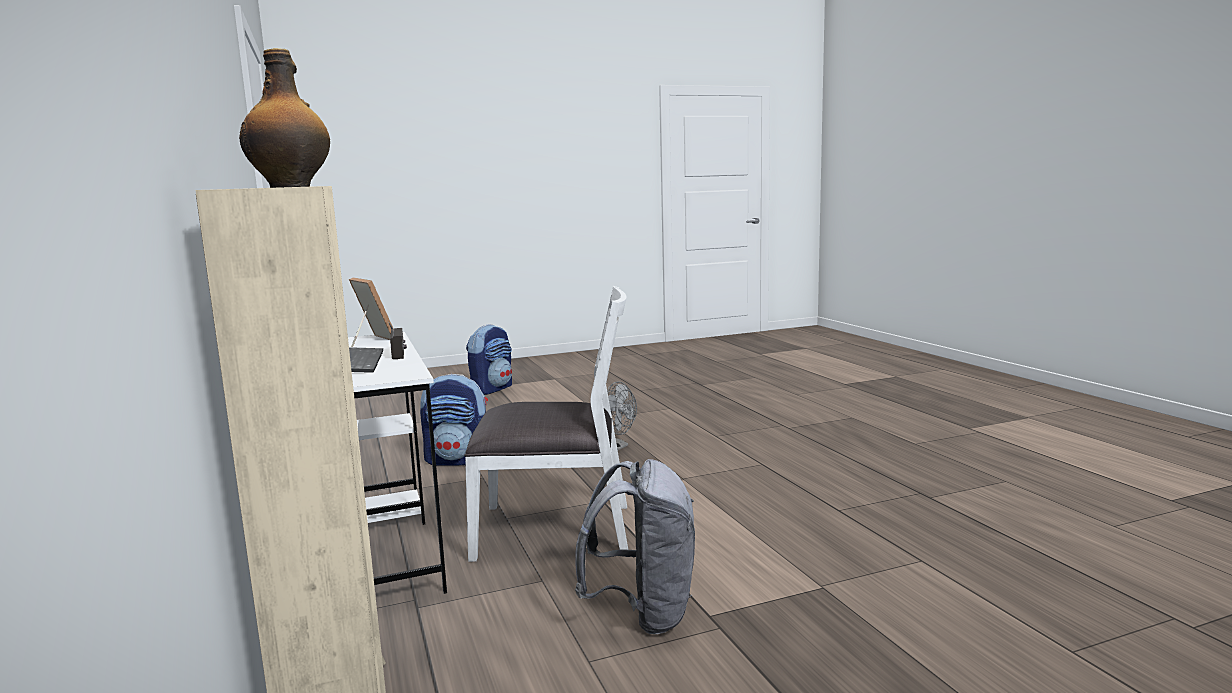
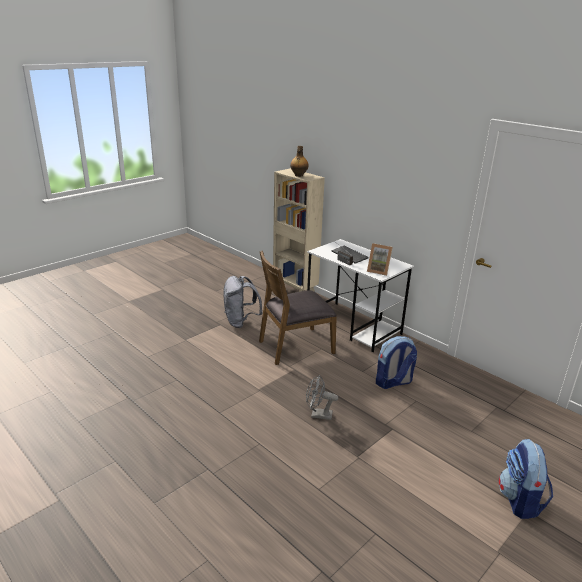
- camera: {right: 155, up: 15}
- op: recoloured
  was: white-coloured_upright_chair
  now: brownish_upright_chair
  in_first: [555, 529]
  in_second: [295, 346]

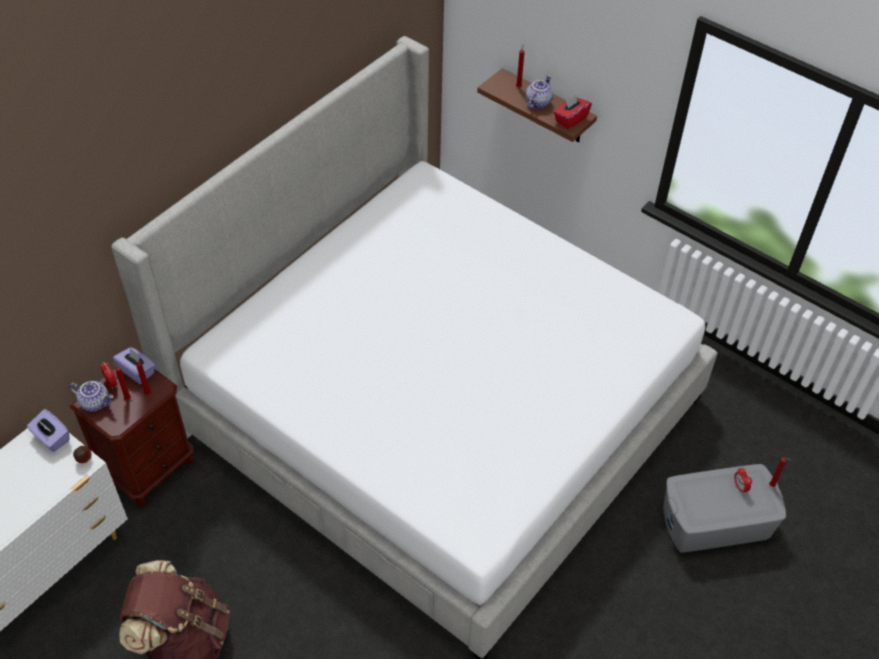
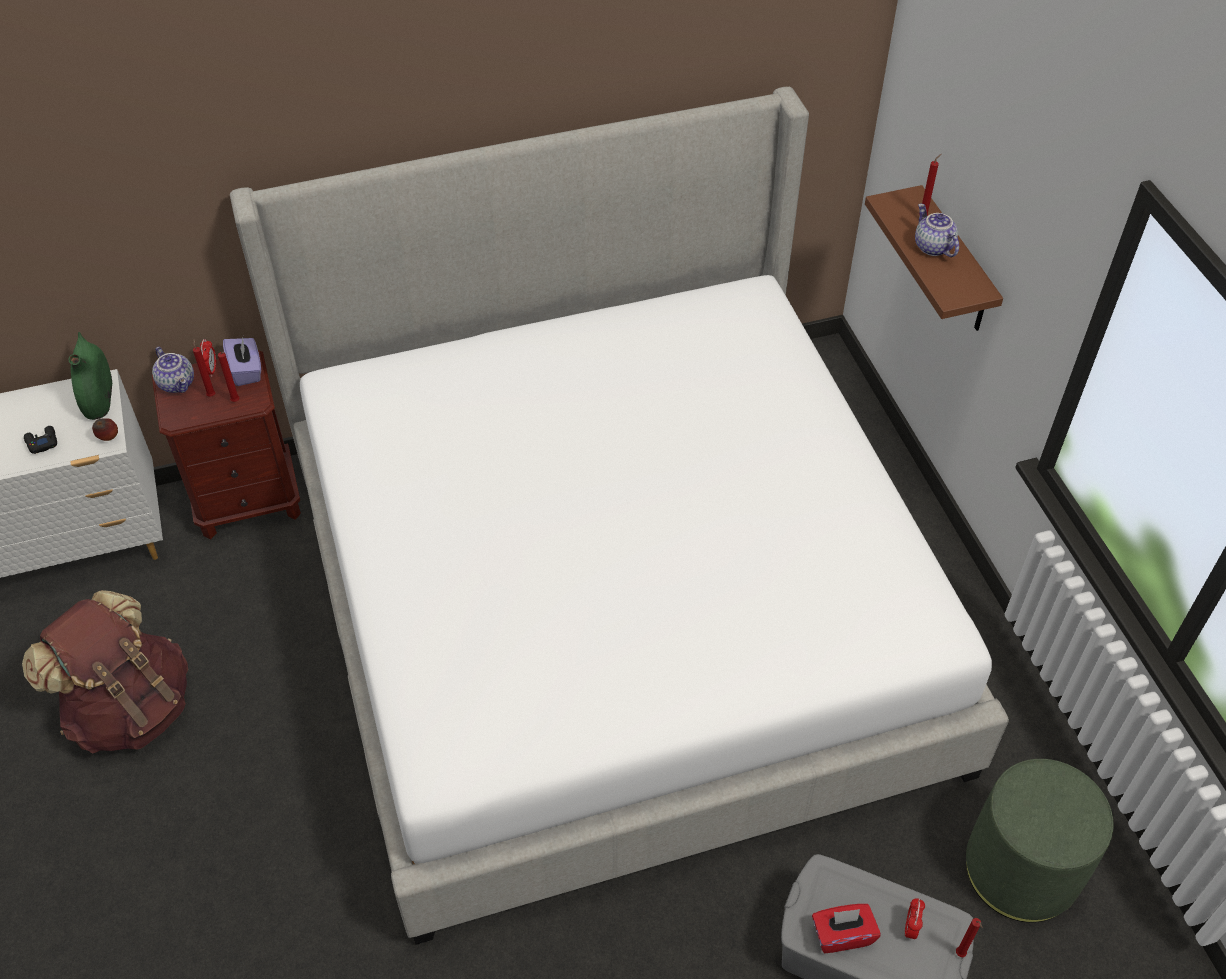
- camera: {right: 35, up: 0}
- op: added
  now: black_gamepad
  in_second: [42, 442]
- op: added
  now: green-coloured_pouffe
  in_second: [1021, 870]
- op: moved
  was: red_tissue_box
  in_first: [570, 119]
  in_second: [842, 935]
- op: replaced
  was: purple-coloured_tissue_box
  now: green-coloured_decorative_vase
  in_first: [51, 438]
  in_second: [99, 398]
- op: turned
  was: teapot
  in_first: [537, 102]
  in_second: [932, 247]
  clockwise: -90

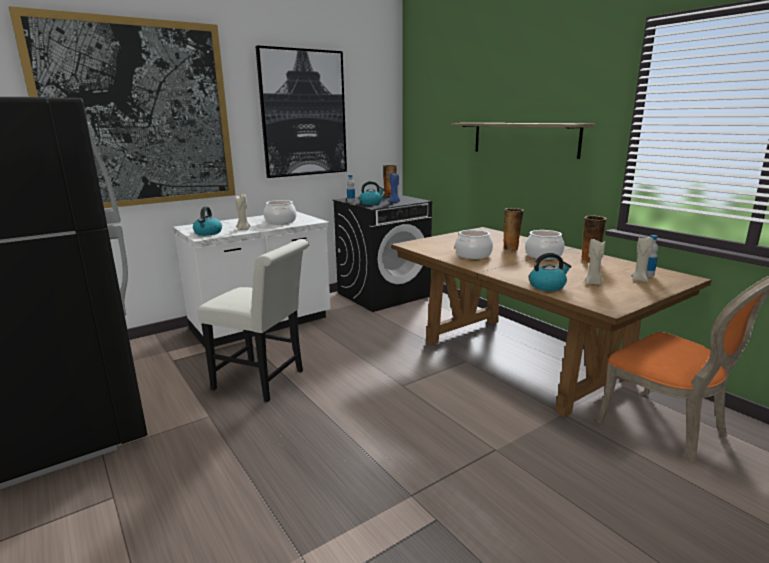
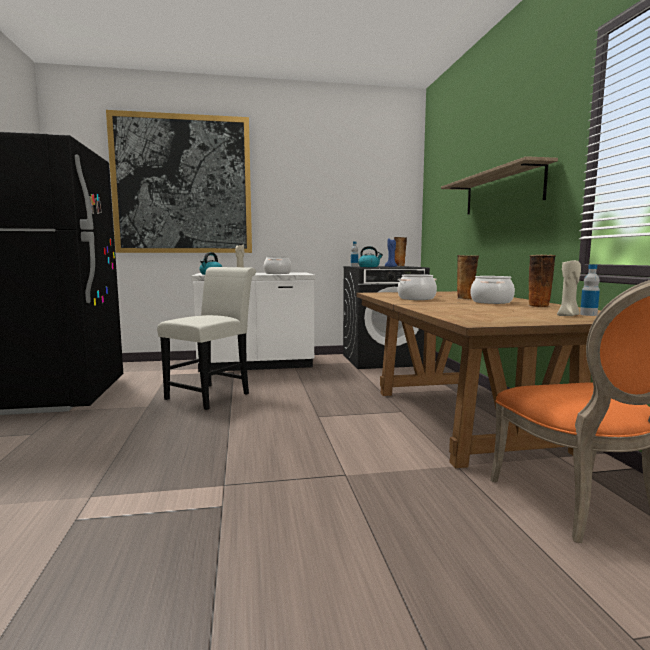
- camera: {right: 25, up: -10}
- op: removed
  was: wall_picture
  in_first: [303, 114]
- op: removed
  was: kettle
  in_first: [547, 286]
- op: removed
  was: sand-coloured_wax_candle
  in_first: [593, 283]
- op: turned
  was: white-coloured_upright_chair
  in_first: [264, 381]
  in_second: [212, 395]
  clockwise: -105

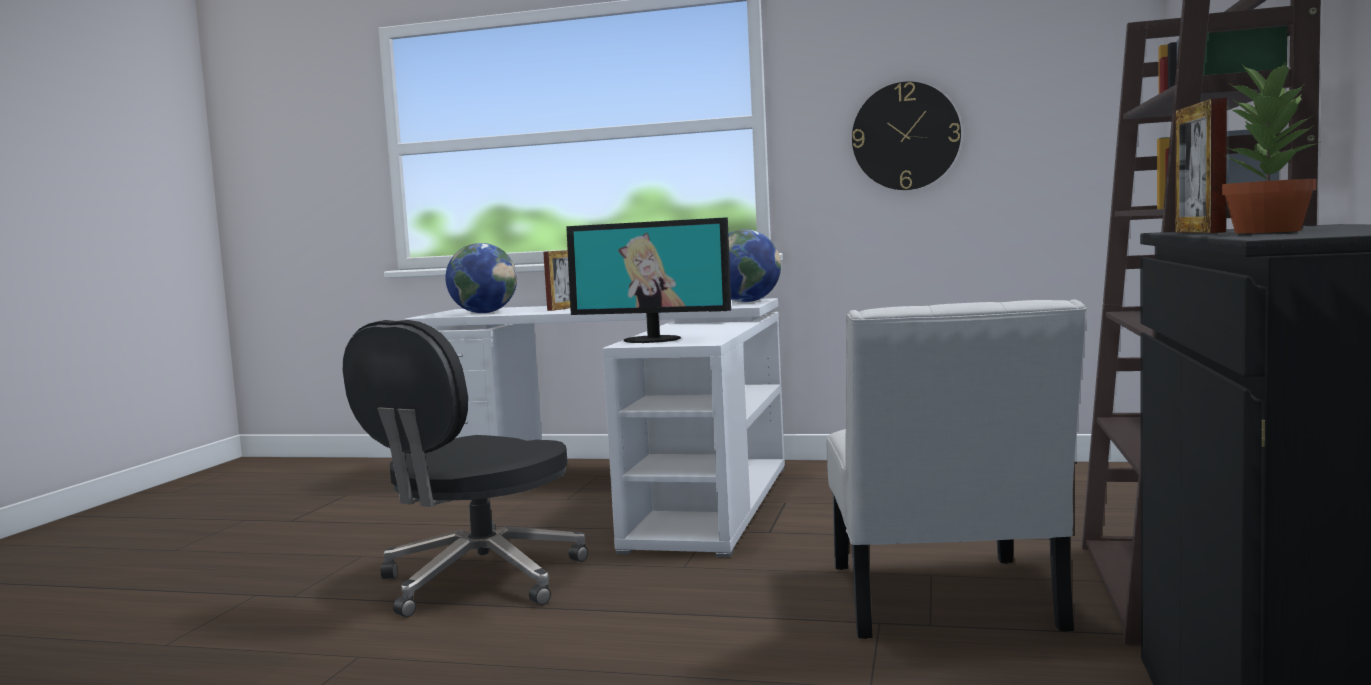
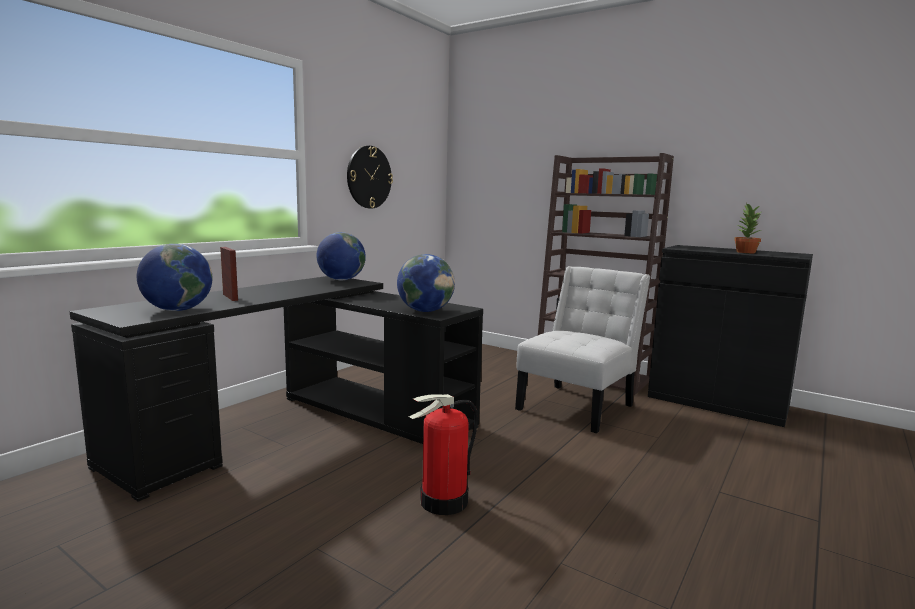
- camera: {right: -70, up: 5}
- op: removed
  was: photo_frame
  in_first: [1199, 232]
- op: replaced
  was: black_desk_chair
  now: fire-fighting_cylinder
  in_first: [478, 581]
  in_second: [444, 502]
- op: replaced
  was: computer_display
  now: globe
  in_first: [652, 339]
  in_second: [425, 311]
- op: recoloured
  was: white-coloured_desk_table
  now: black_desk_table
  in_first: [628, 491]
  in_second: [305, 426]
- op: turned
  was: white-coloured_upright_chair
  in_first: [944, 603]
  in_second: [578, 406]
  clockwise: -75

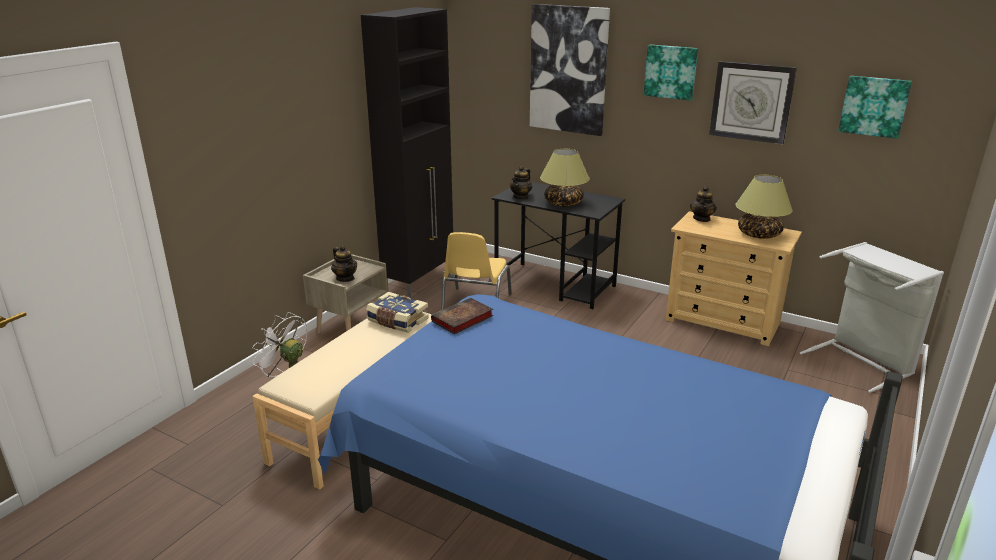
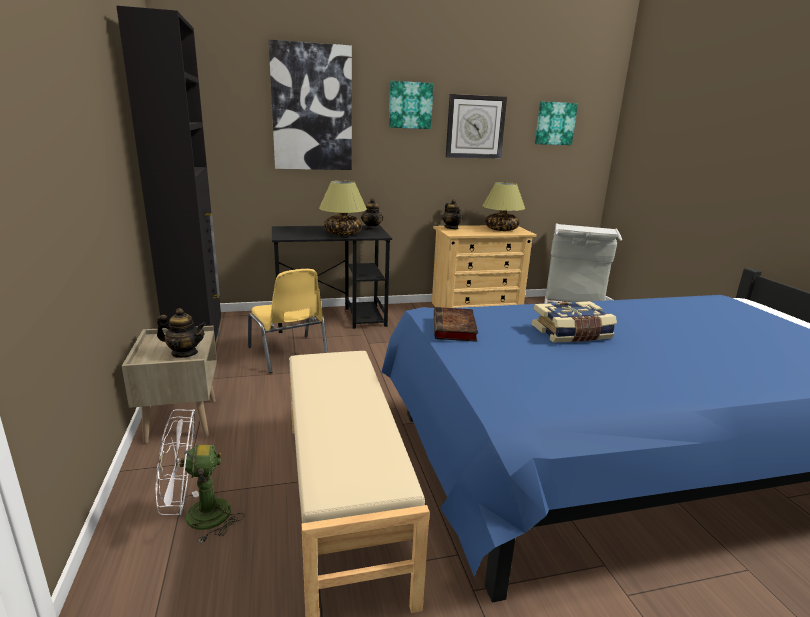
- camera: {right: -45, up: -5}
- op: moved
  was: bound_book
  in_first: [397, 321]
  in_second: [572, 334]
- op: moved
  was: teapot
  in_first: [521, 197]
  in_second: [372, 228]

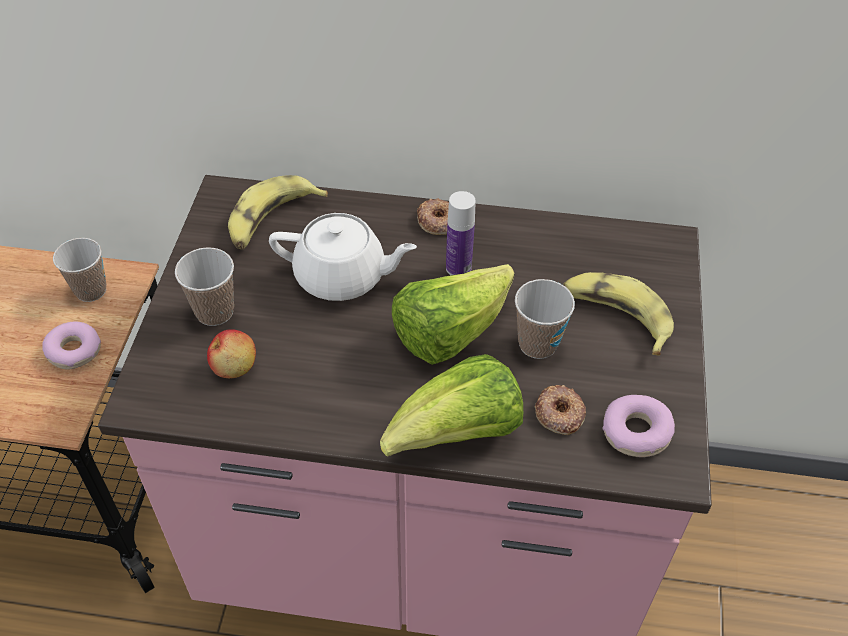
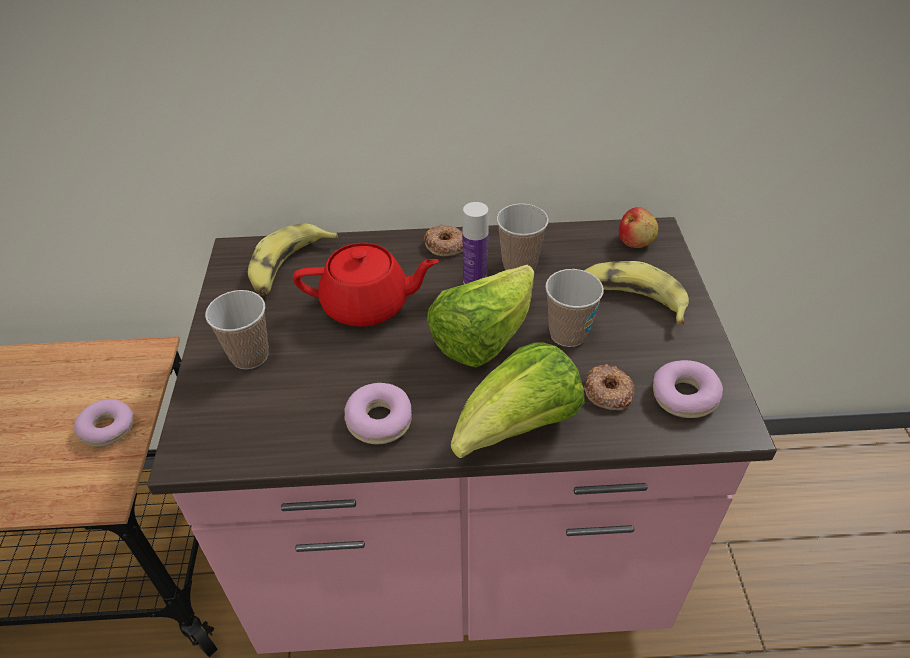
- camera: {right: -10, up: -5}
- op: added
  now: doughnut
  in_second: [379, 420]
- op: moved
  was: small_cup
  in_first: [91, 290]
  in_second: [519, 264]
- op: moved
  was: whole_apple
  in_first: [235, 366]
  in_second: [635, 241]
- op: recoloured
  was: white-coloured_teapot
  now: red_teapot
  in_first: [342, 277]
  in_second: [368, 305]

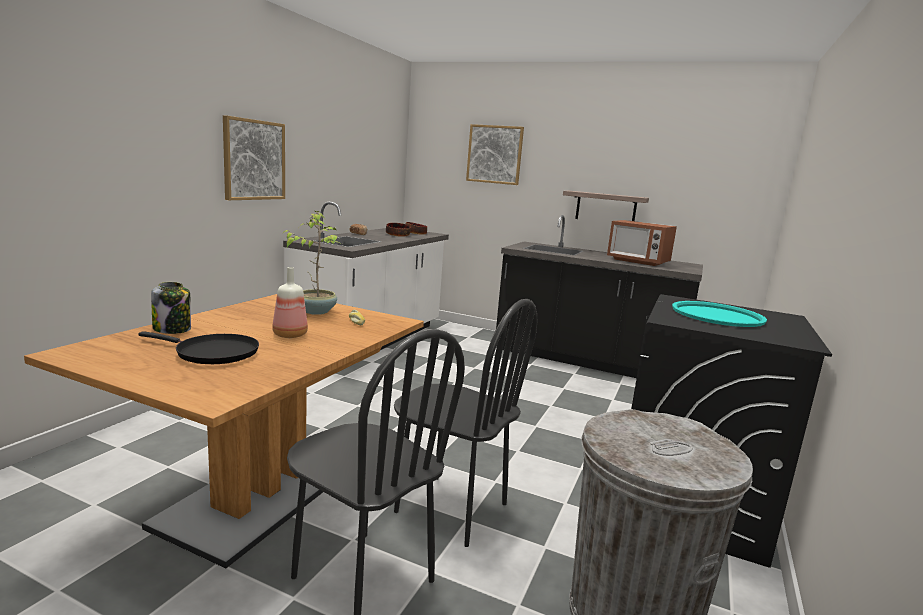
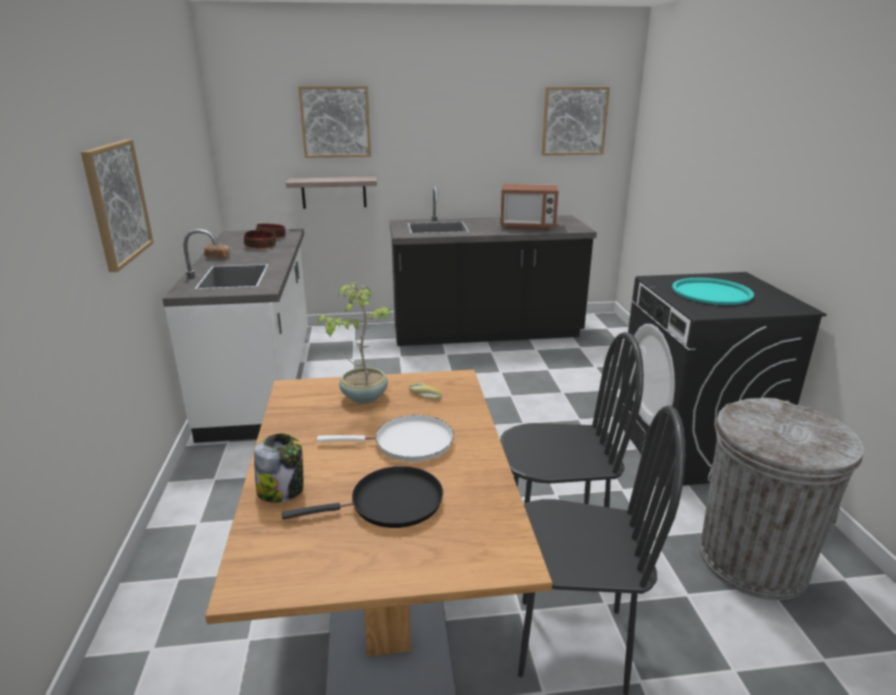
- camera: {right: -30, up: 10}
- op: added
  now: wall_picture
  in_second: [574, 121]
- op: moved
  was: wall_shelf
  in_first: [606, 208]
  in_second: [334, 192]
- op: replaced
  was: bottle
  now: white-coloured_frying_pan
  in_first: [290, 335]
  in_second: [408, 443]

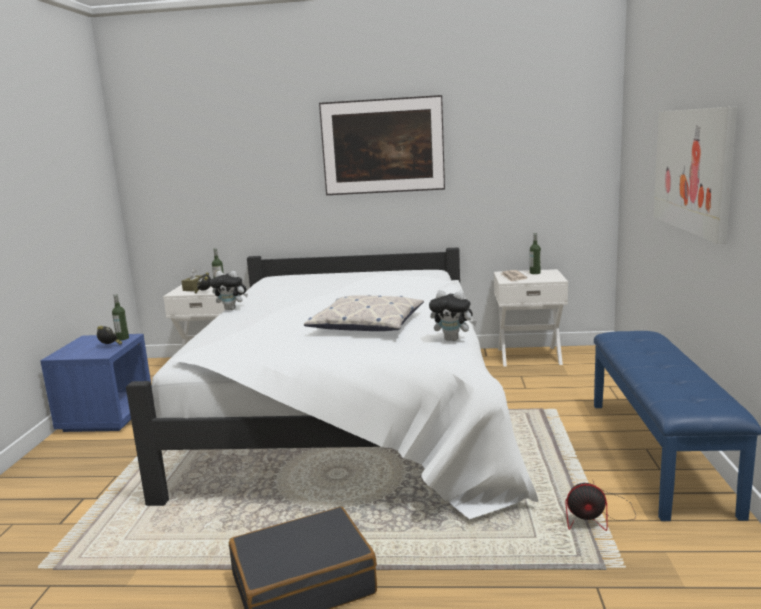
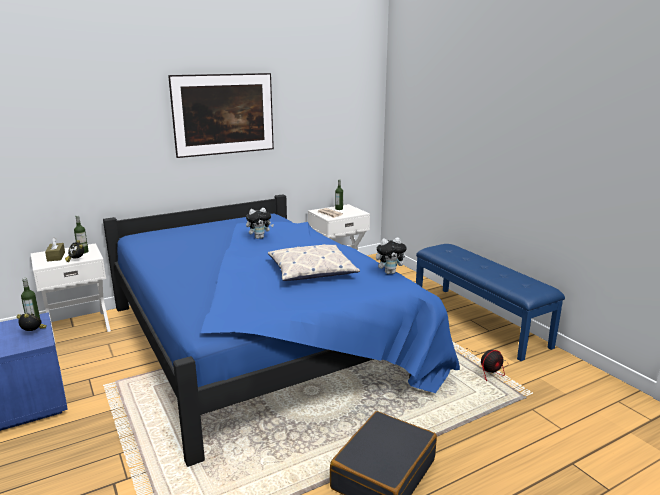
- camera: {right: -35, up: 5}
- op: removed
  was: wall_picture
  in_first: [692, 170]
- op: moved
  was: cuddly_toy
  in_first: [232, 309]
  in_second: [259, 237]
- op: recoloured
  was: white-coloured_bed
  now: bluish_bed
  in_first: [352, 413]
  in_second: [264, 341]

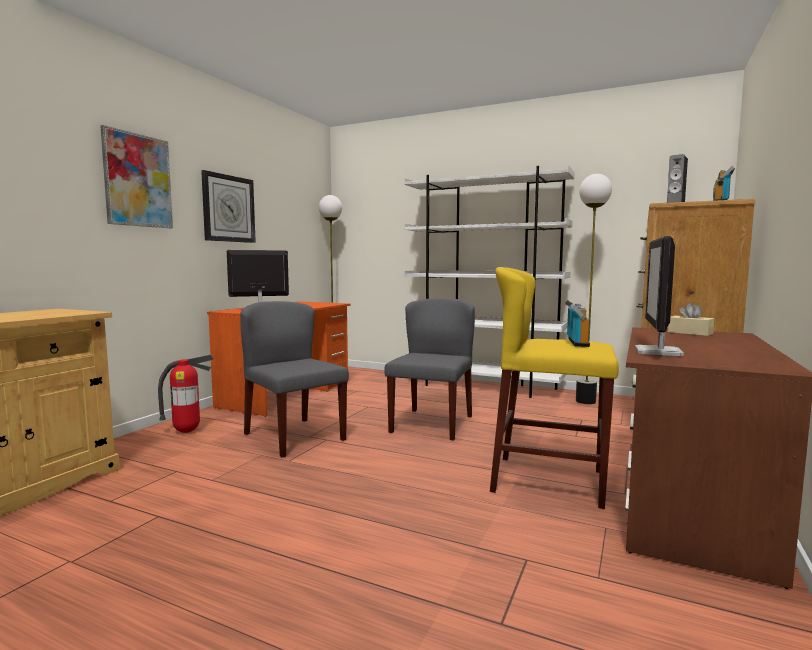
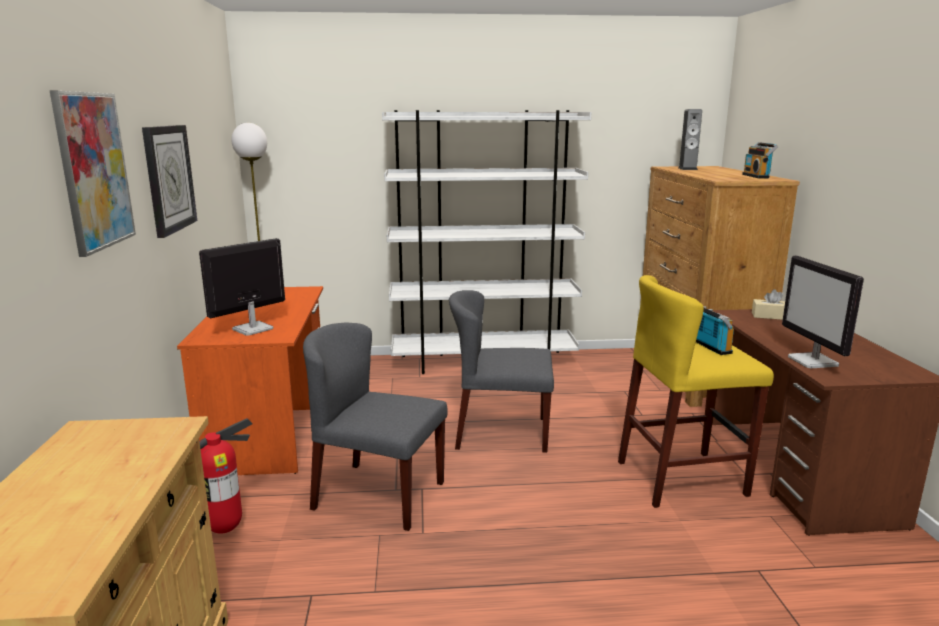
- camera: {right: -30, up: 10}
- op: removed
  was: standard_lamp
  in_first: [586, 401]
- op: turned
  was: grey_upright_chair
  in_first: [432, 423]
  in_second: [501, 433]
  clockwise: -75

